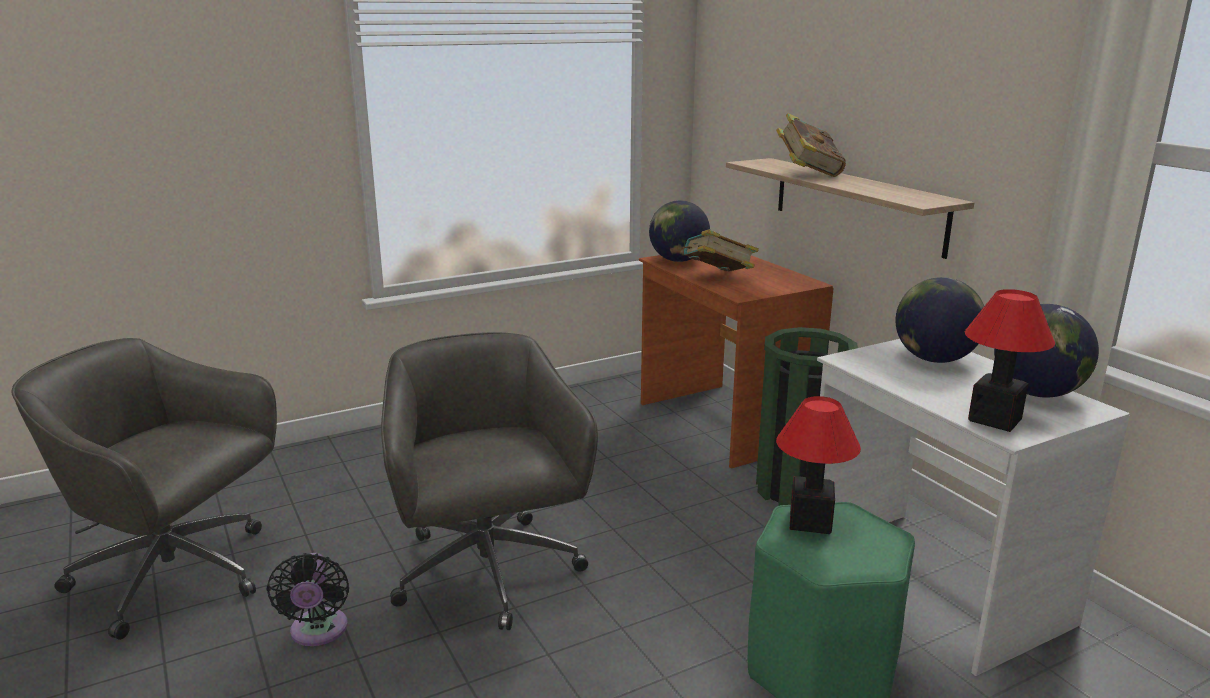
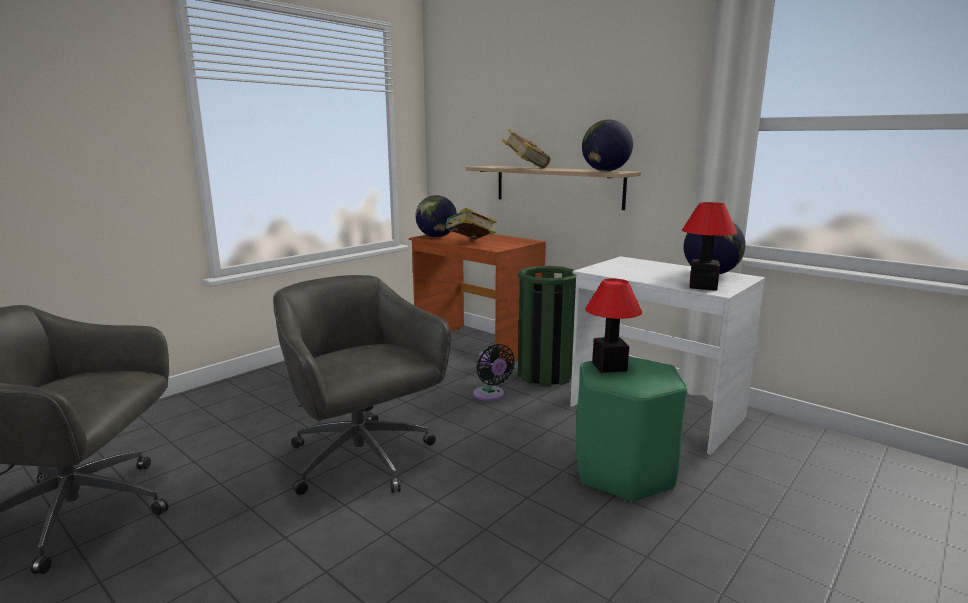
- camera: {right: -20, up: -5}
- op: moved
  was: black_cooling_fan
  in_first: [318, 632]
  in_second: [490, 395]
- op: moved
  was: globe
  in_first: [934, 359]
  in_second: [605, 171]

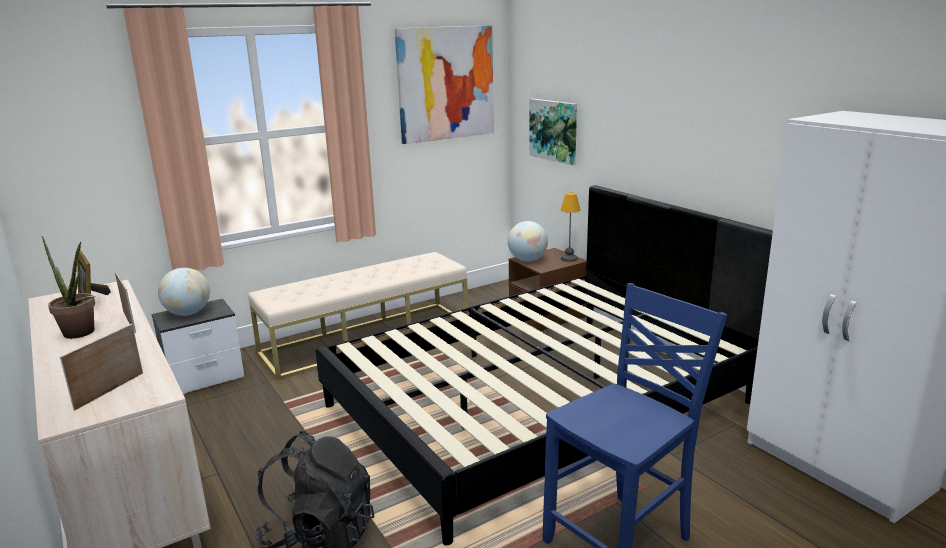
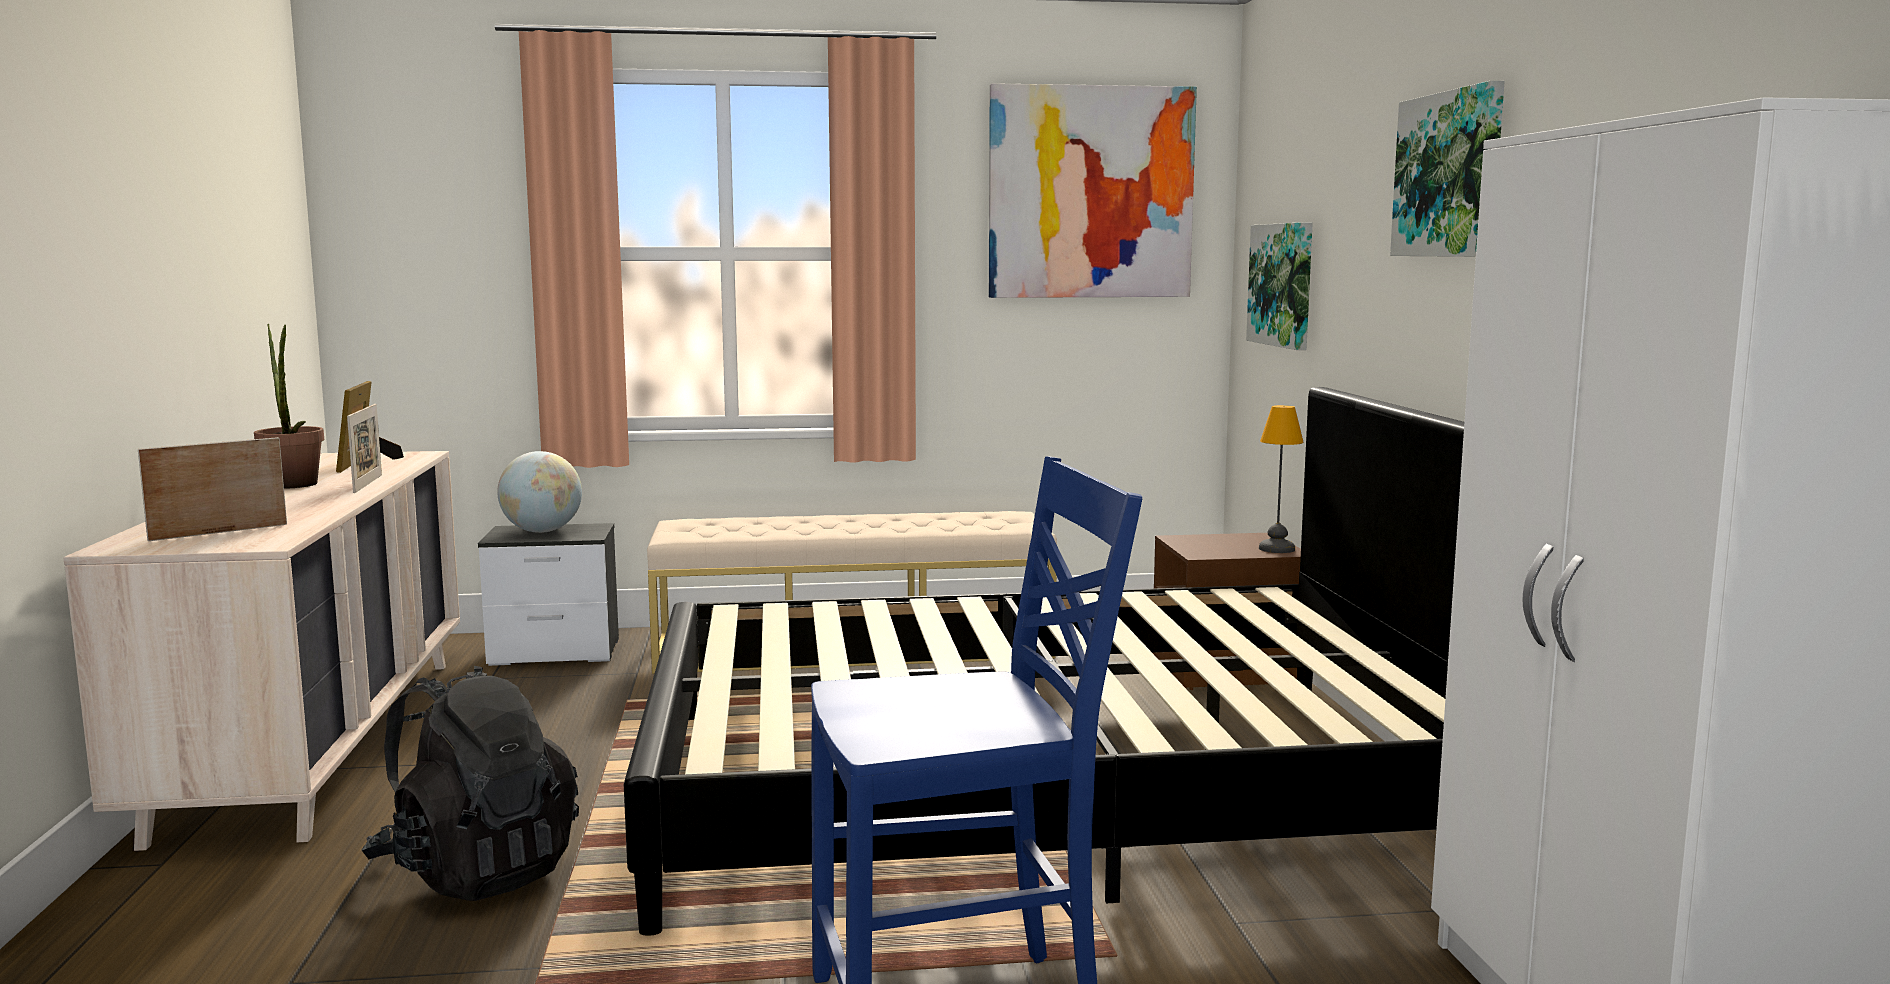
- camera: {right: 25, up: -10}
- op: removed
  was: globe
  in_first: [527, 260]
- op: added
  now: wall_picture
  in_second: [1450, 175]

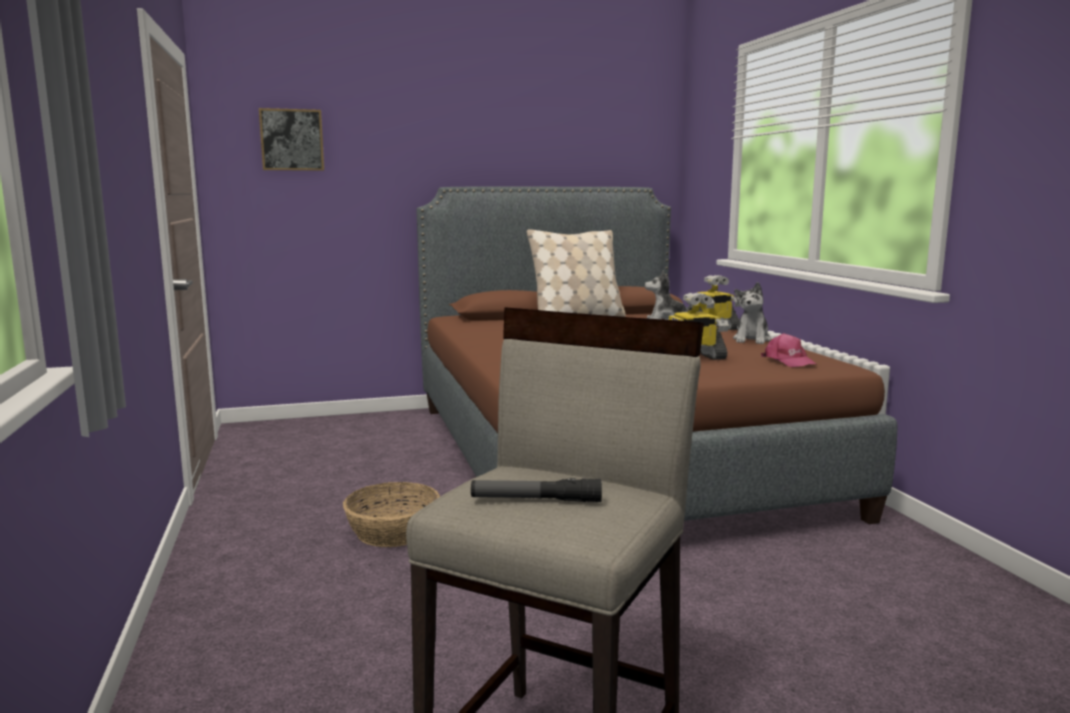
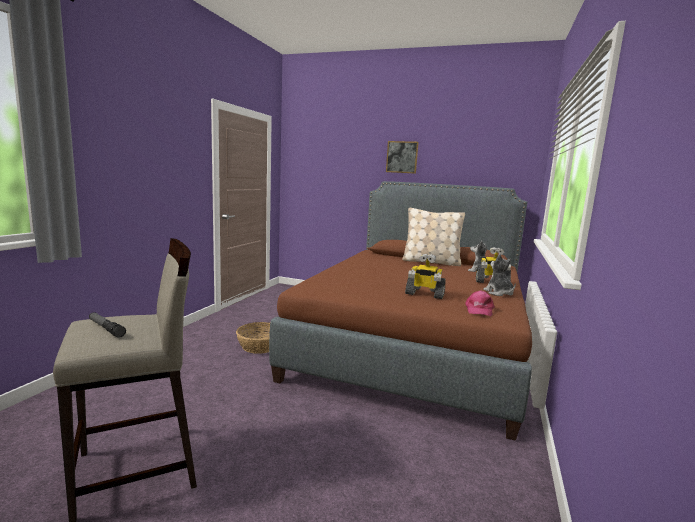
- camera: {right: 35, up: 0}
- op: moved
  was: wall_picture
  in_first: [292, 140]
  in_second: [402, 157]
- op: turned
  was: cuddly_toy
  in_first: [751, 340]
  in_second: [498, 293]
  clockwise: 105

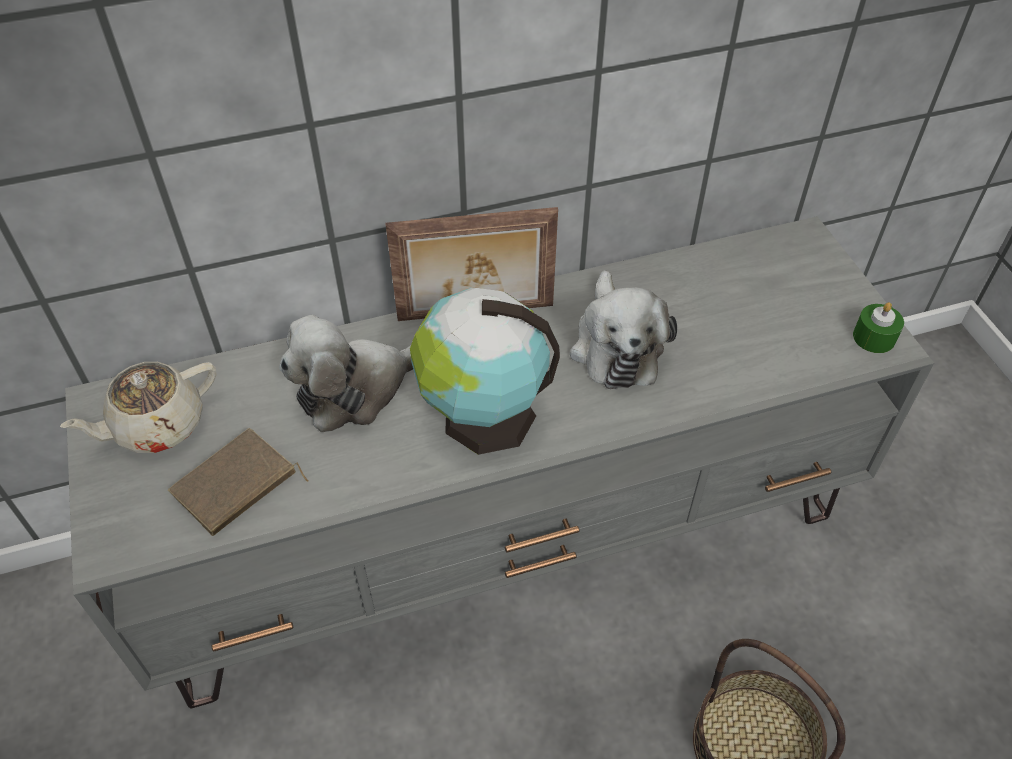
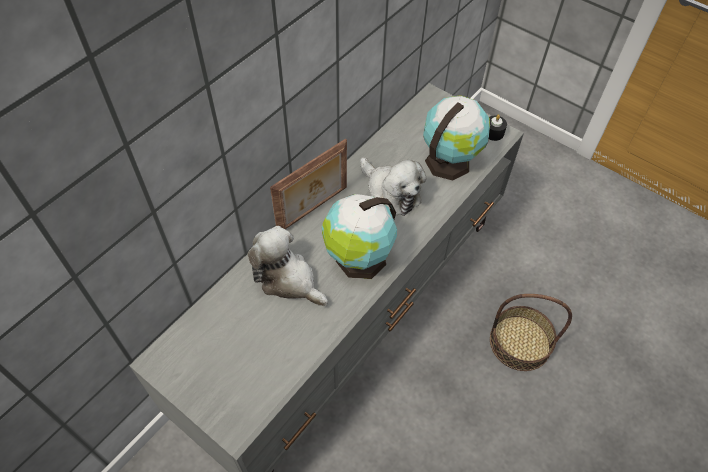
- camera: {right: -35, up: 5}
- op: removed
  was: sand-coloured_teapot
  in_first: [156, 426]
- op: removed
  was: brownish_bound_book
  in_first: [236, 487]
- op: added
  now: globe
  in_second: [449, 160]
- op: recoloured
  was: green-coloured_wax_candle
  now: black_wax_candle
  in_first: [874, 337]
  in_second: [493, 133]
- op: turned
  was: cuddly_toy
  in_first: [357, 389]
  in_second: [287, 279]
  clockwise: 105

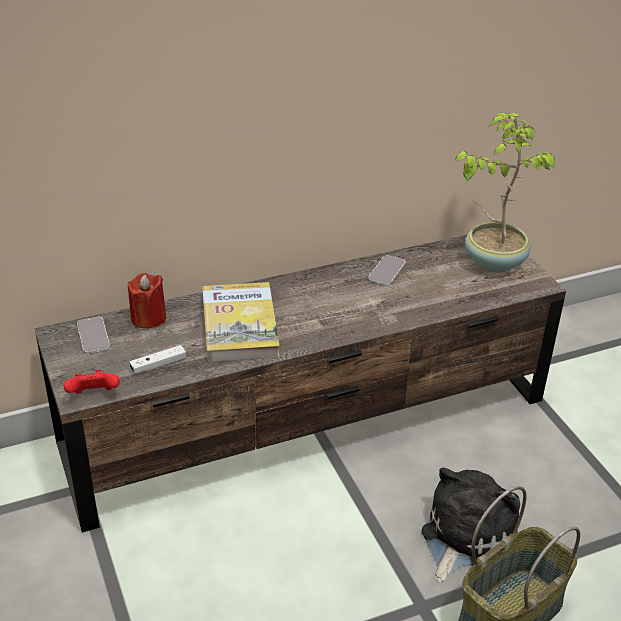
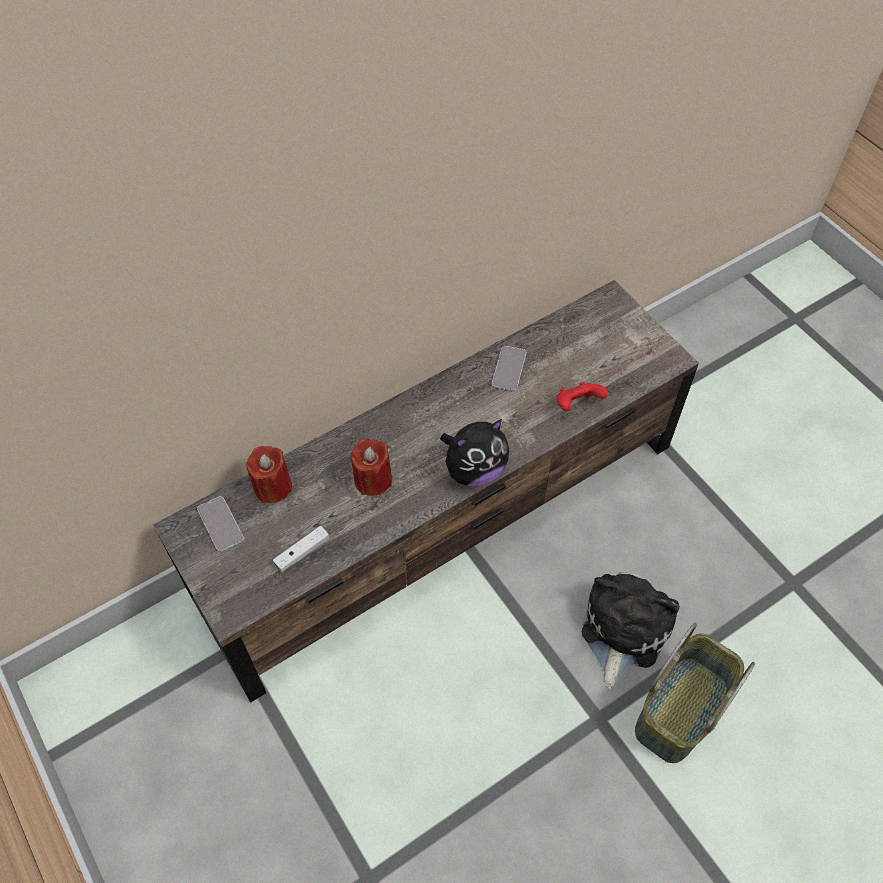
- camera: {right: -10, up: 20}
- op: removed
  was: potted_plant
  in_first: [493, 261]
- op: added
  now: cuddly_toy
  in_second: [474, 470]
- op: moved
  was: red_gamepad
  in_first: [94, 395]
  in_second: [577, 405]
- op: replaced
  was: bound_book
  now: red_wax_candle
  in_first: [239, 326]
  in_second: [373, 479]

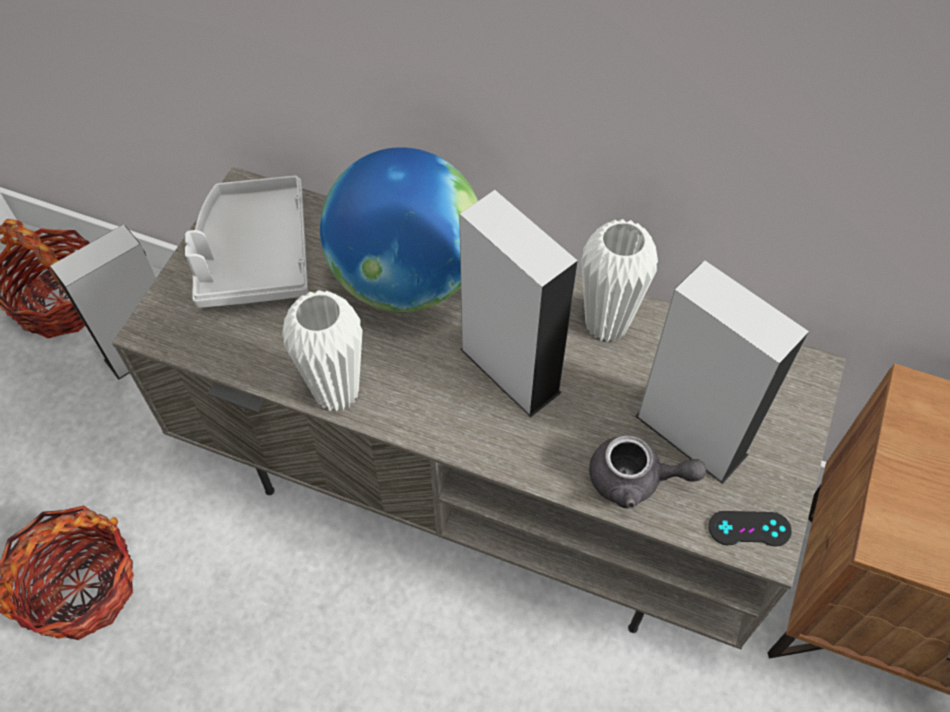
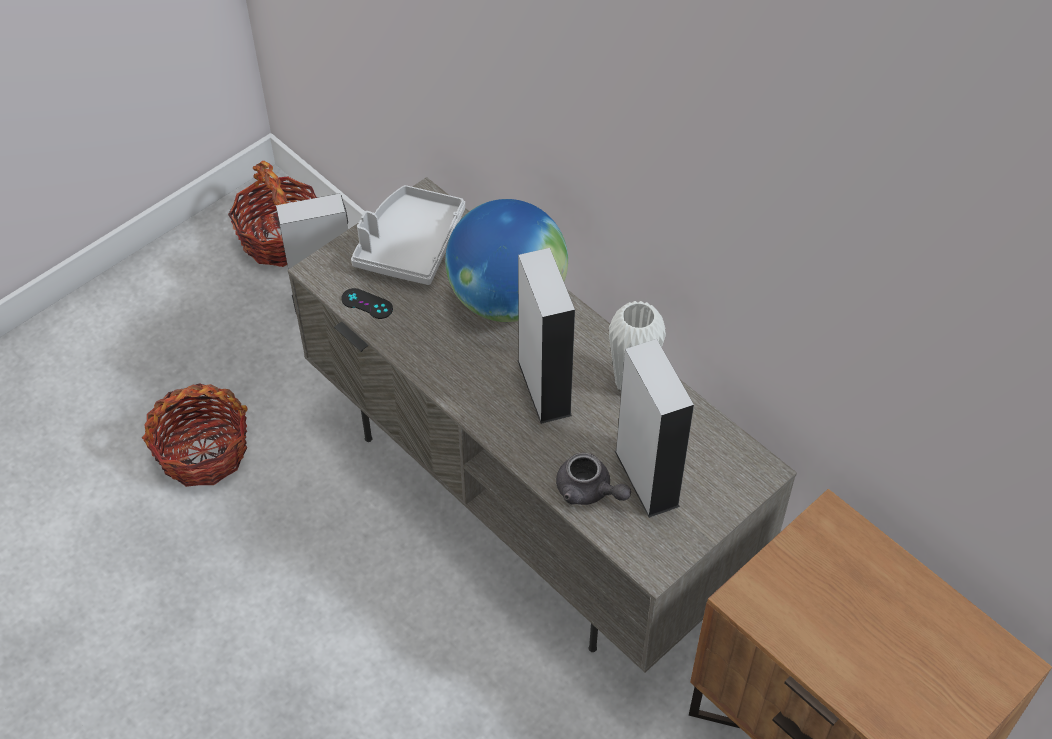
- camera: {right: 25, up: -5}
- op: removed
  was: white-coloured_decorative_vase
  in_first: [336, 392]
- op: moved
  was: black_gamepad
  in_first: [749, 529]
  in_second: [367, 304]

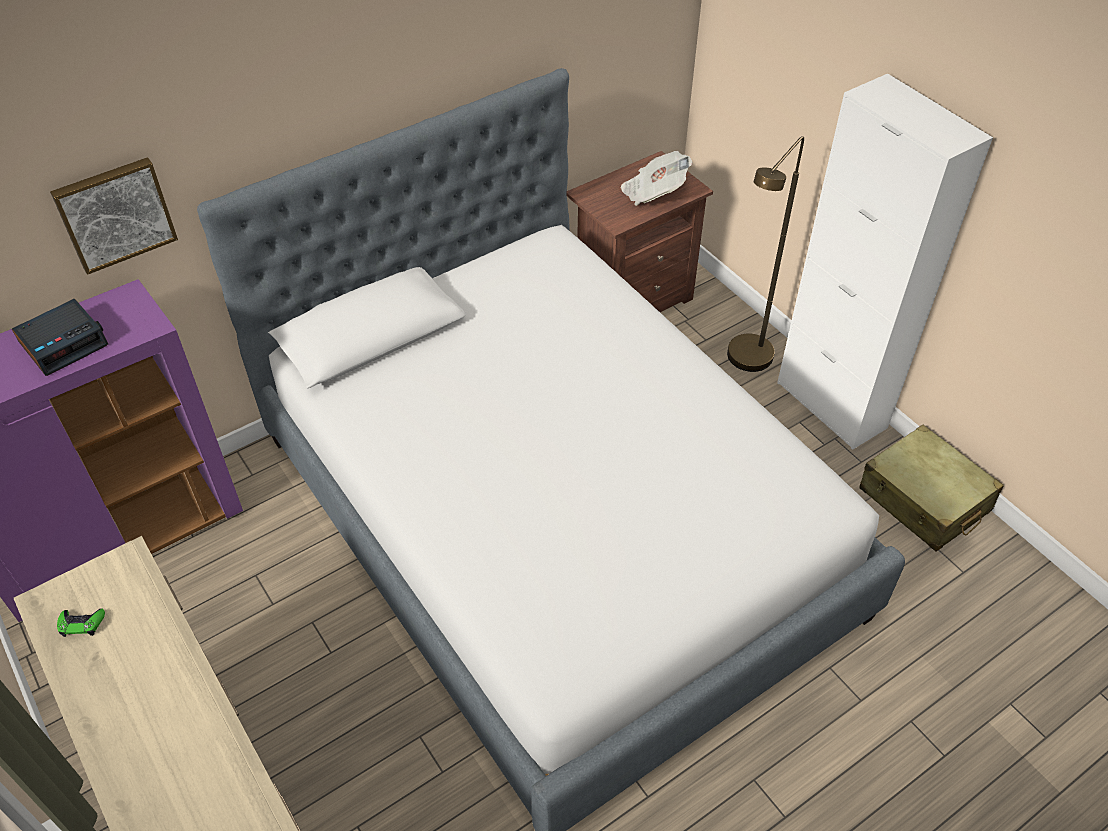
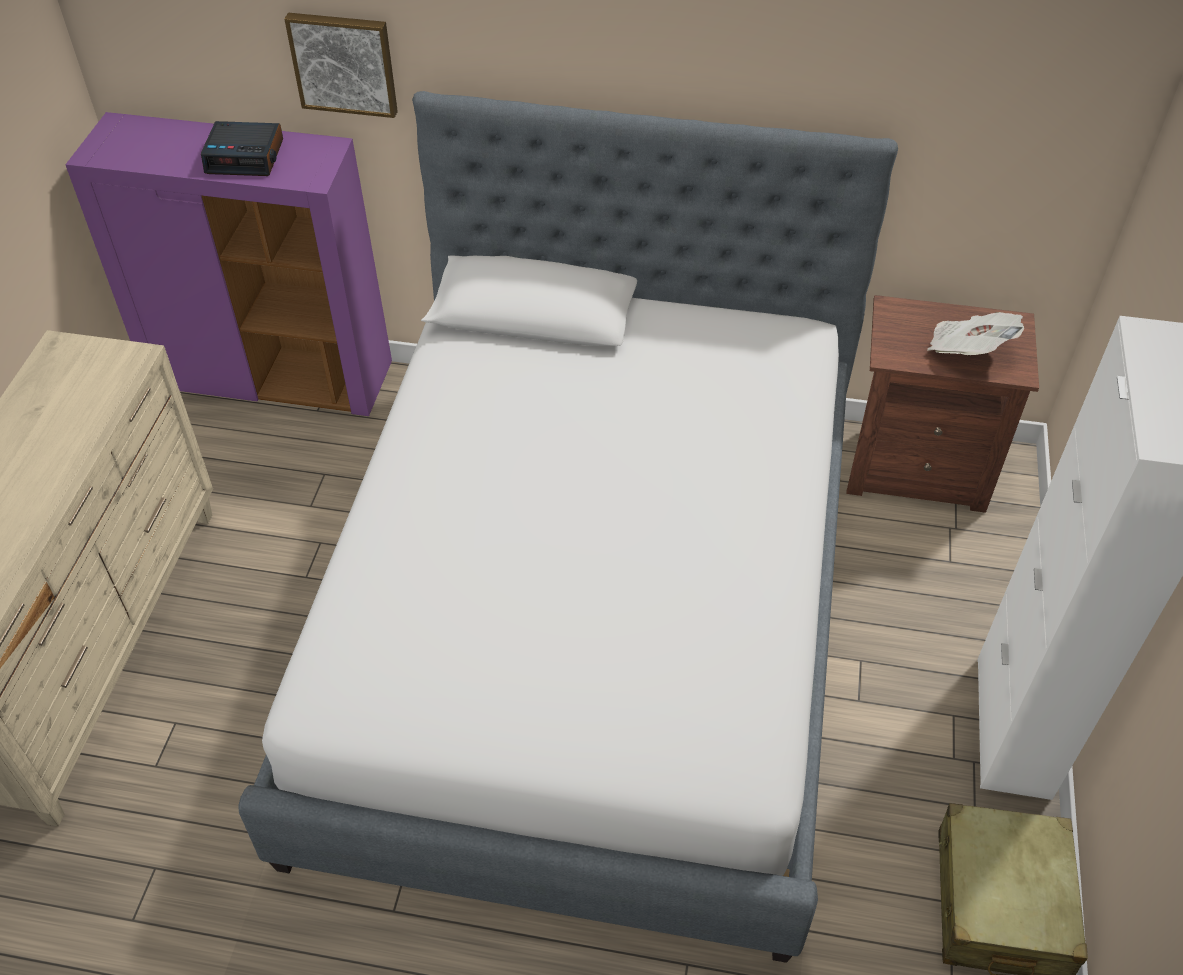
- camera: {right: 45, up: 0}
- op: removed
  was: green-coloured_gamepad
  in_first: [81, 624]
- op: removed
  was: brownish_standard_lamp
  in_first: [745, 364]

